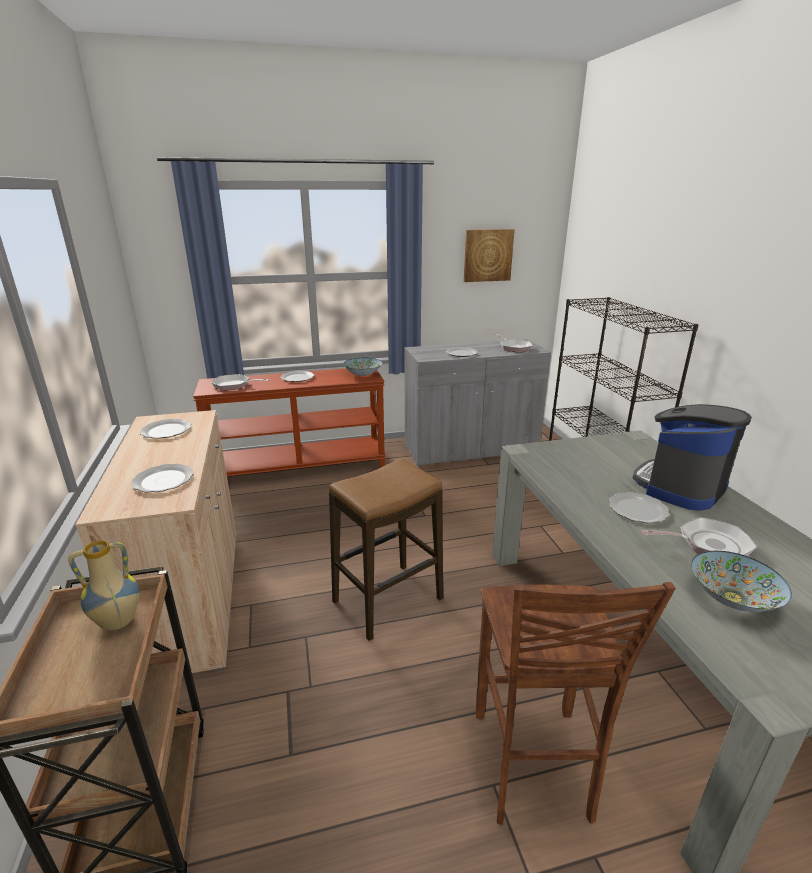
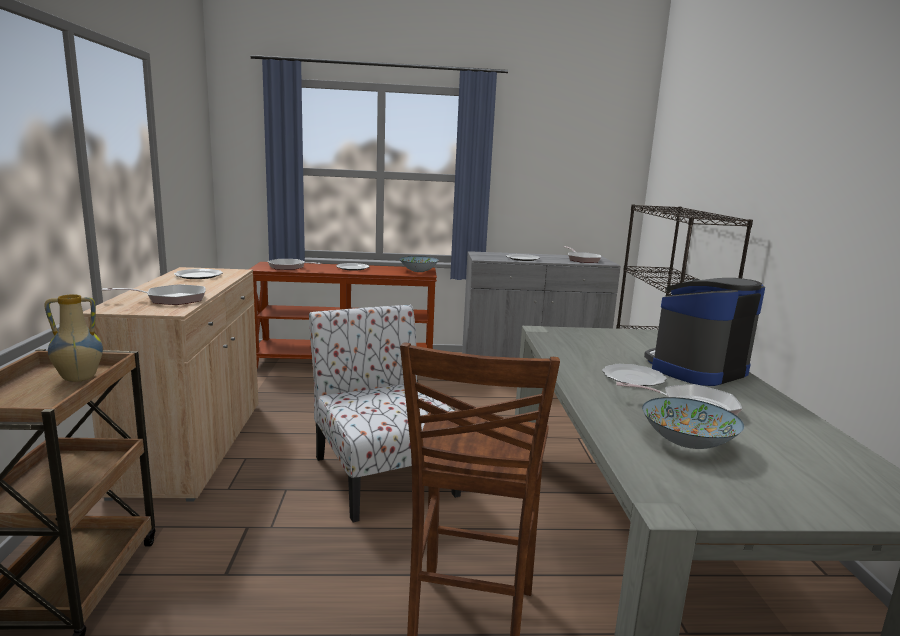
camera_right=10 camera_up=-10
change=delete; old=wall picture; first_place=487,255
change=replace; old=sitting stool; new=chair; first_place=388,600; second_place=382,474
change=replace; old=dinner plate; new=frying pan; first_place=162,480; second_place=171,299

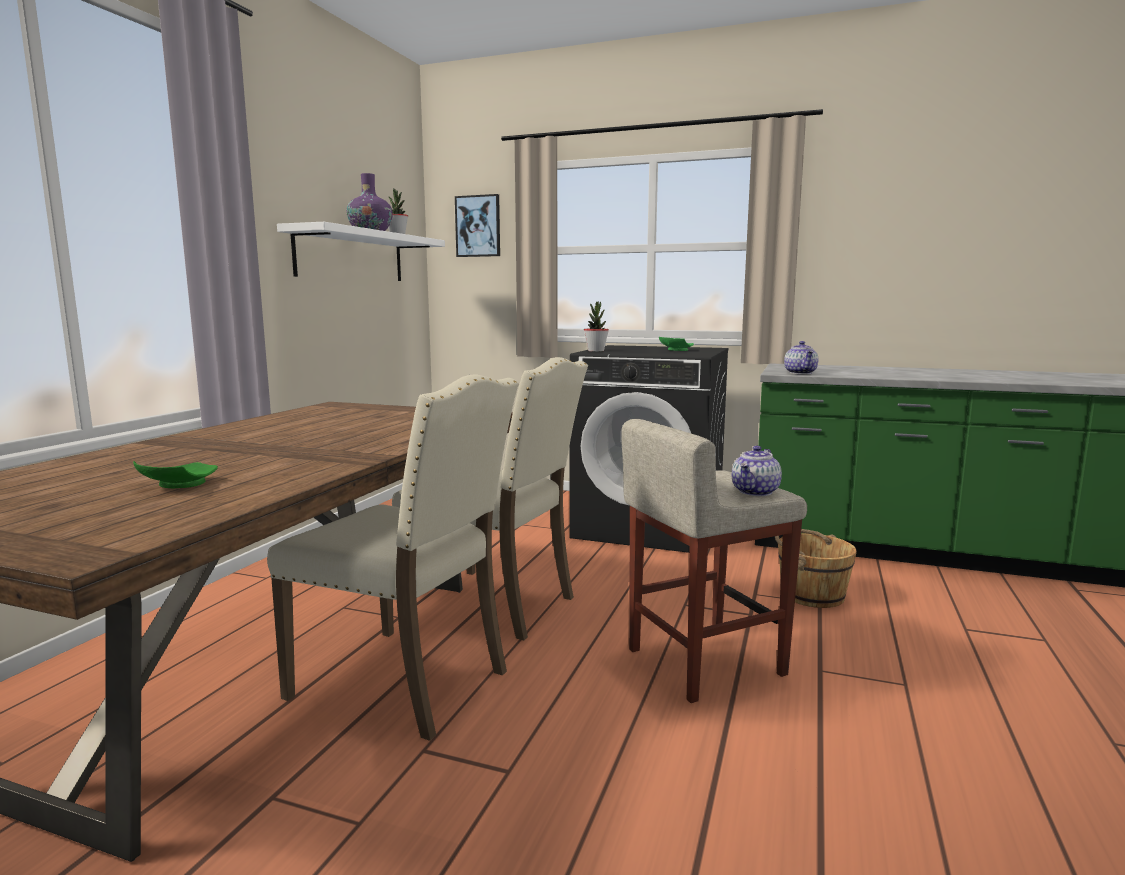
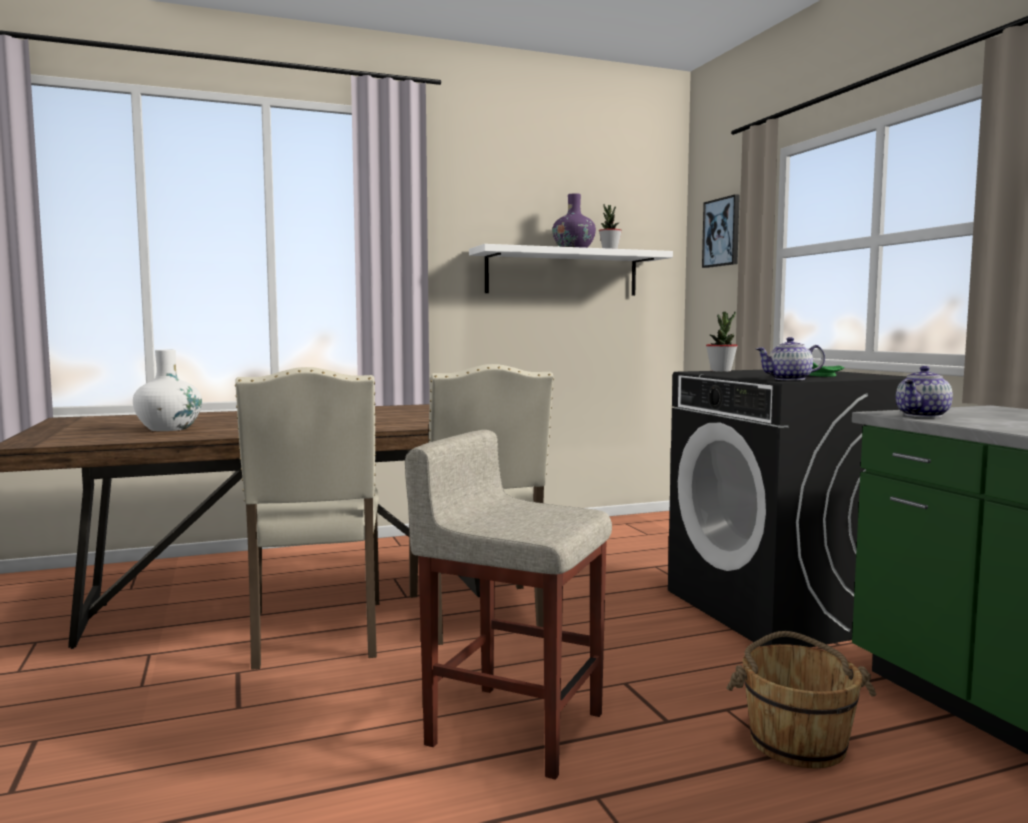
camera_right=50 camera_up=-5
change=move; old=tea pot; first_place=756,492; second_place=789,379
change=replace; old=greenish dinner plate; new=white-coloured vase; first_place=177,485; second_place=169,429

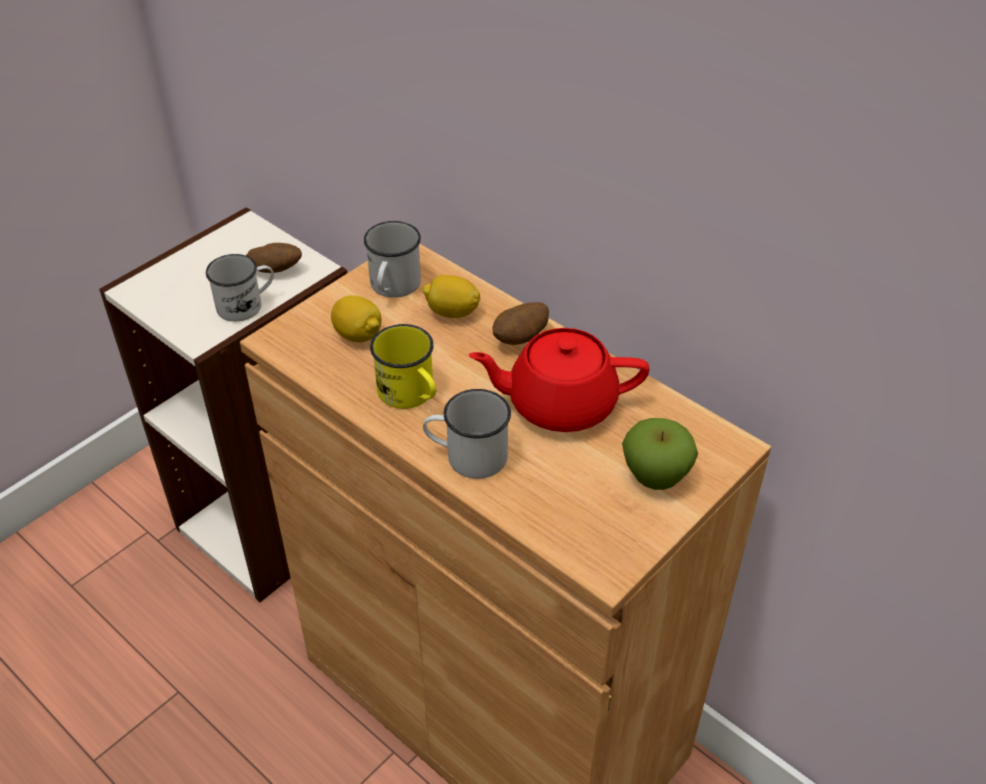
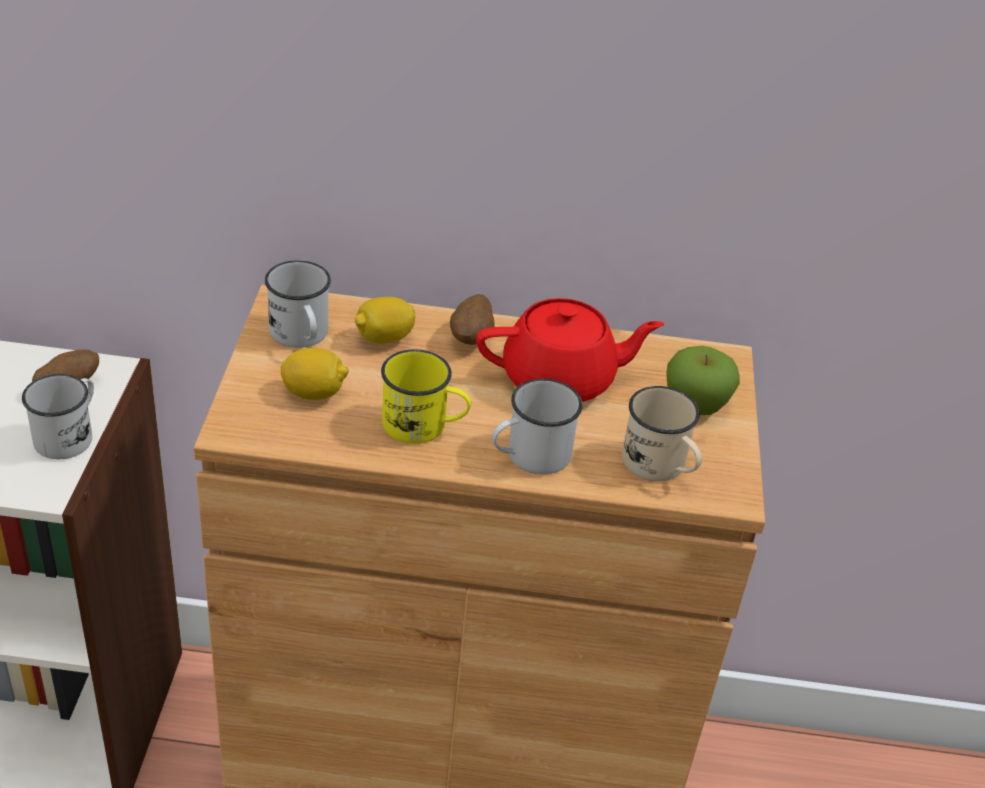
camera_right=-40 camera_up=-5
change=rotate; old=reddish tea pot; first_place=559,403; second_place=560,380; degrees=-150
change=insert; new=beige coffee mug; second_place=660,467

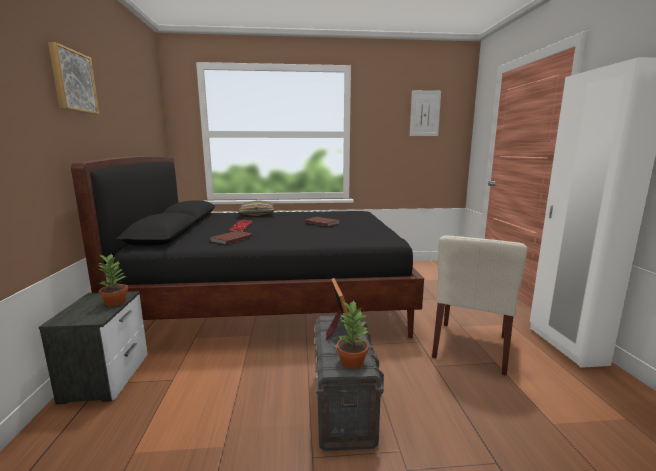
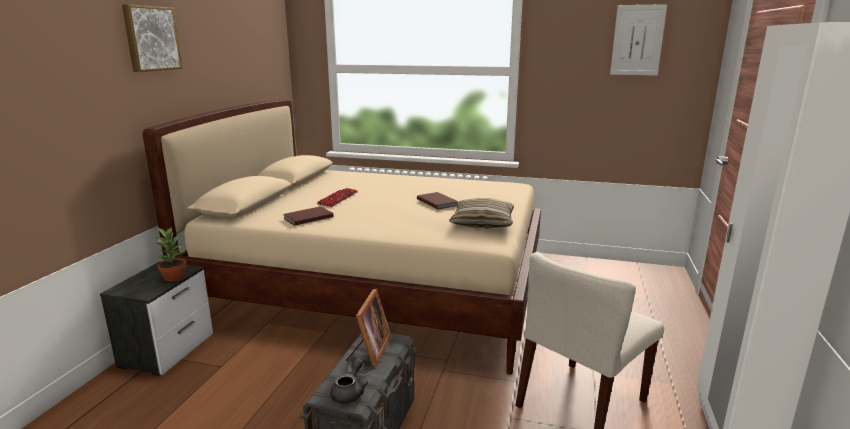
camera_right=20 camera_up=5
change=recolor; old=blackish bed; new=beige bed; first_place=273,300; second_place=377,290
change=move; old=pillow; first_place=257,214; second_place=482,223
change=replace; old=houseplant; new=gray tea pot; first_place=351,362; second_place=349,392

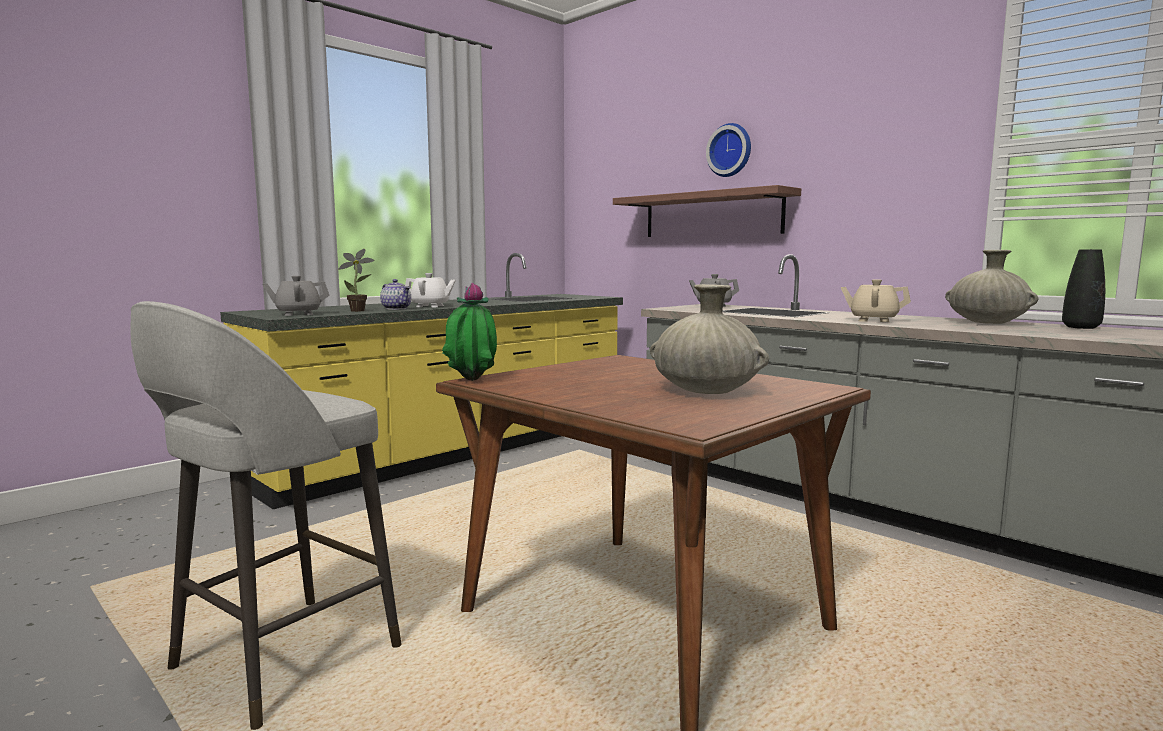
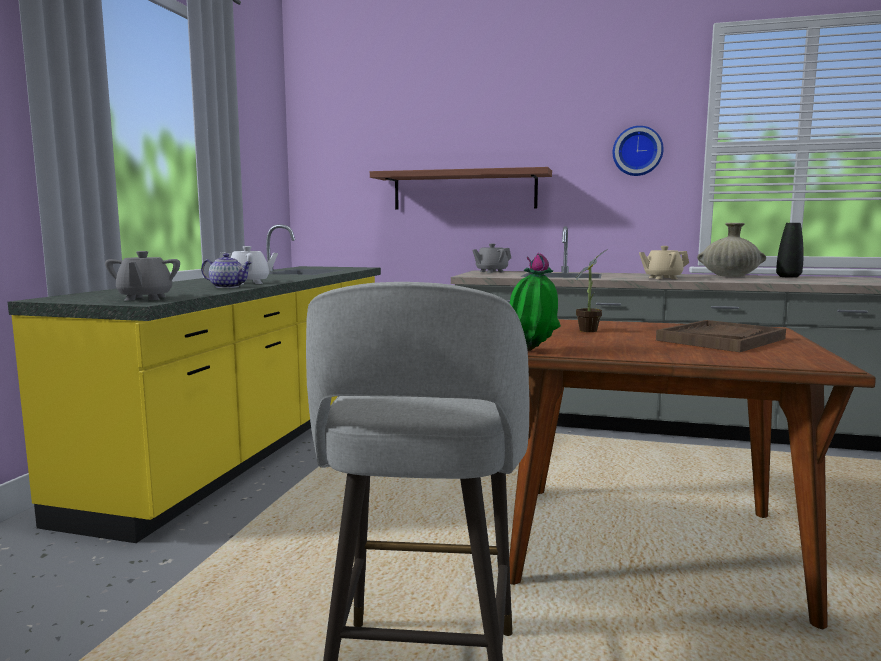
camera_right=-30 camera_up=0
change=move; old=wall clock; first_place=730,150; second_place=637,151
change=move; old=houseplant; first_place=360,311; second_place=589,330
change=rotate; old=gray tea pot; first_place=298,314; second_place=145,298; degrees=-45
change=replace; old=beige vase; new=brownish serving tray; first_place=706,391; second_place=720,339

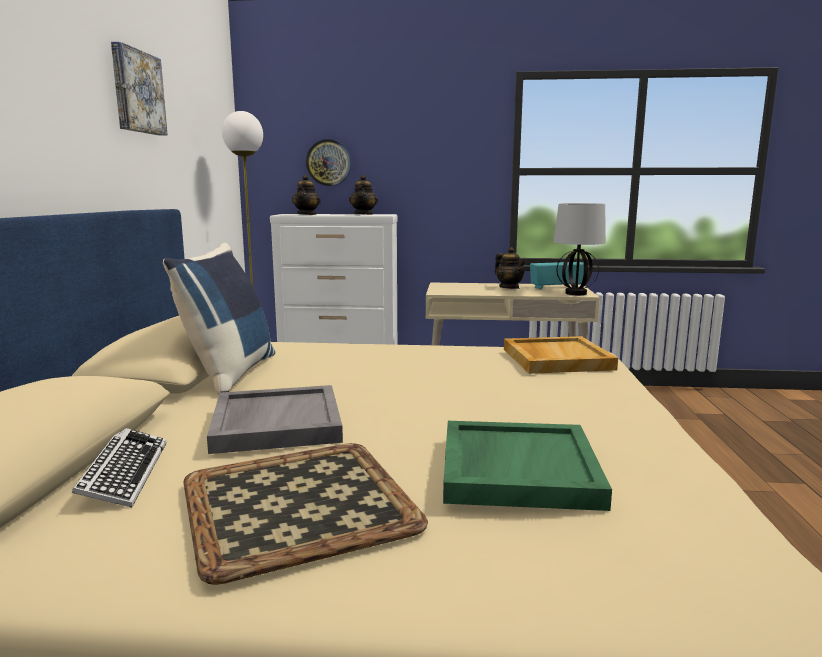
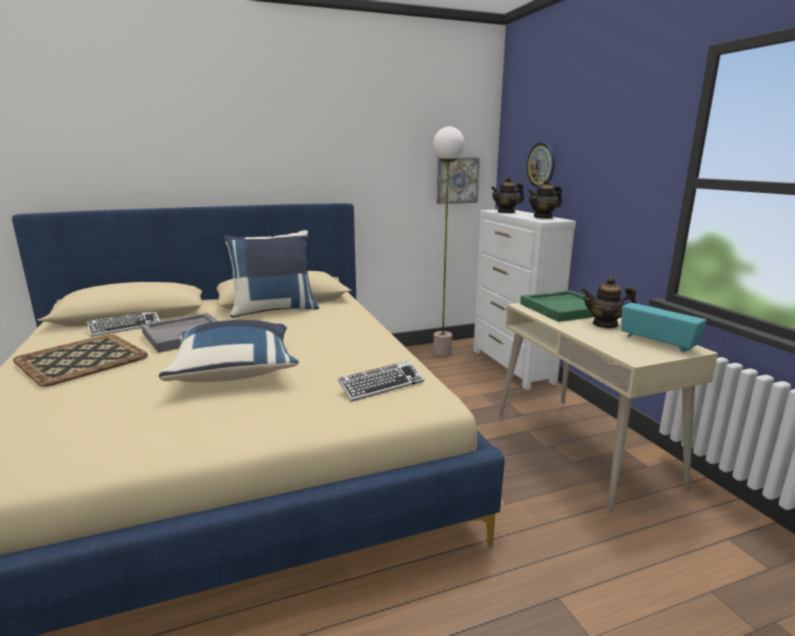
camera_right=65 camera_up=5
change=move; old=wall picture; first_place=136,92; second_place=456,180
change=delete; old=table lamp; first_place=576,293
change=rotate; old=tea pot; first_place=509,287; second_place=605,324; degrees=75
change=replace; old=beige serving tray; new=PC keyboard; first_place=555,359; second_place=381,385
change=move; old=greenish serving tray; first_place=516,468; second_place=564,308
change=insert; new=bluish pillow; second_place=236,371

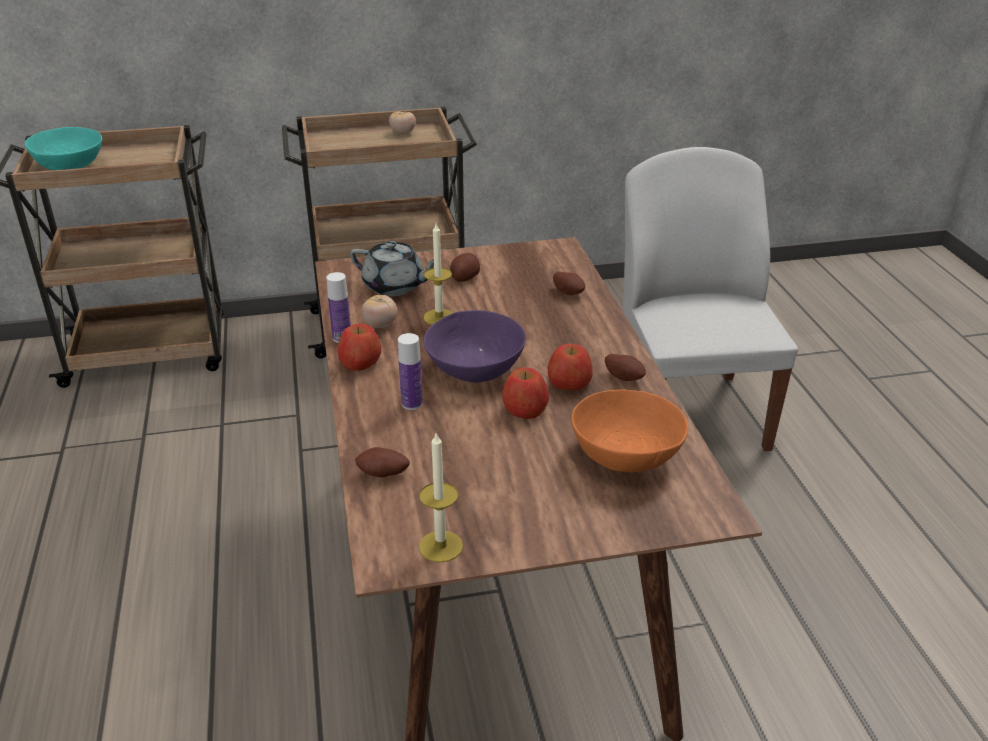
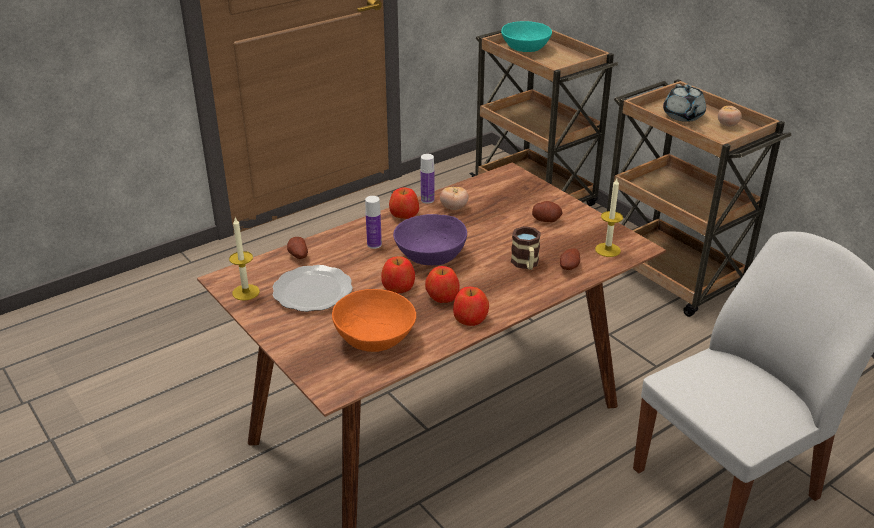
camera_right=65 camera_up=0
change=move; old=wax light; first_place=439,317; second_place=607,250
change=move; old=gray tea pot; first_place=395,286; second_place=683,116
change=replace; old=potato; new=apple; first_place=624,377; second_place=470,318
change=insert; new=coffee mug; second_place=526,264
change=insert; new=dinner plate; second_place=311,291

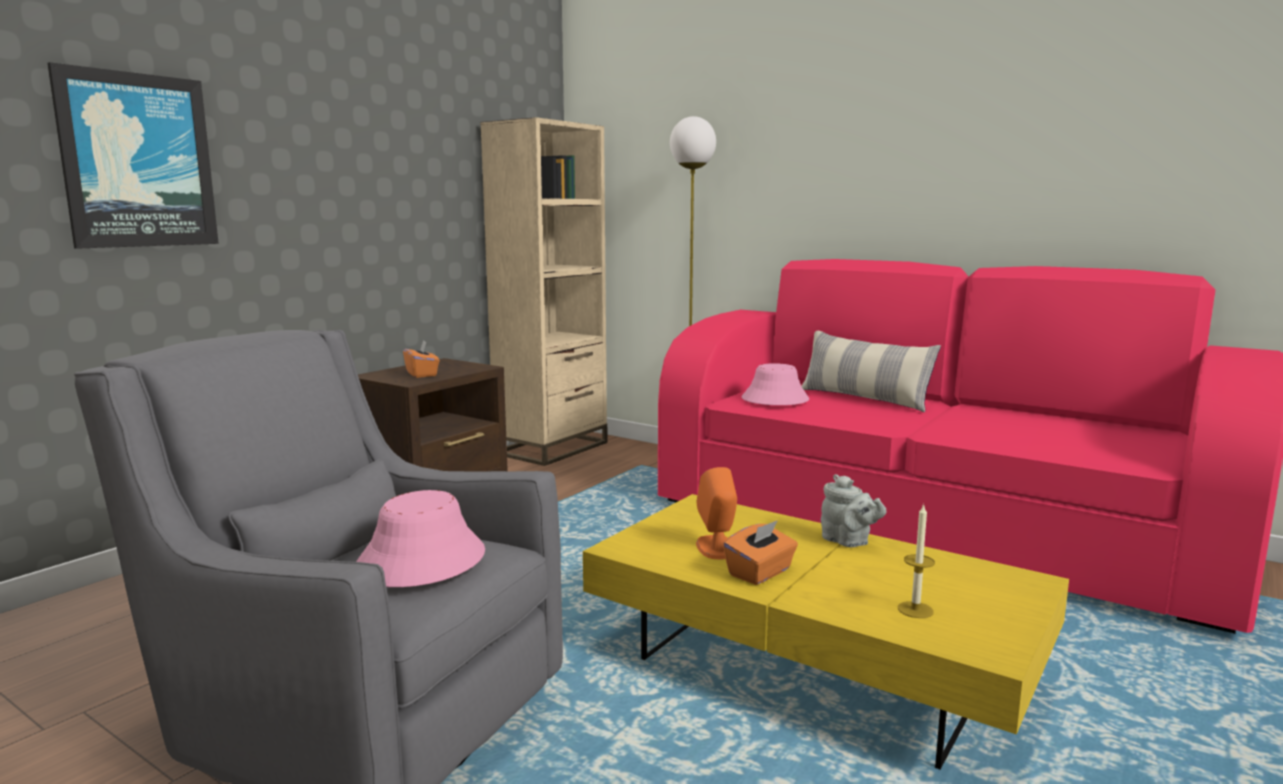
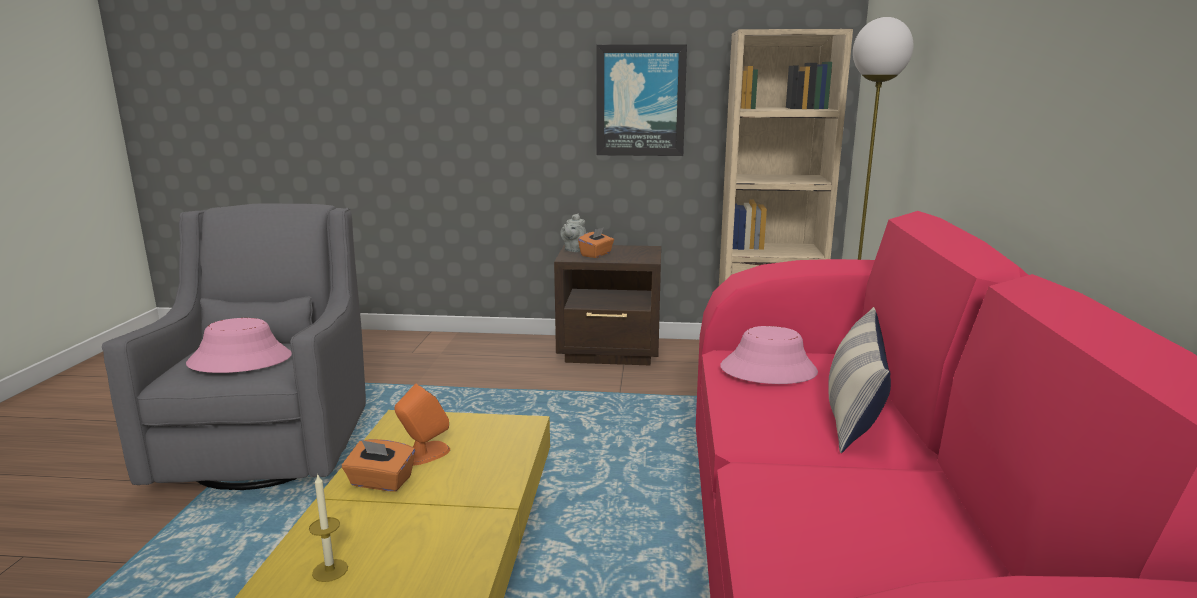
camera_right=60 camera_up=5
change=move; old=wall picture; first_place=137,161; second_place=640,101
change=move; old=gray tea pot; first_place=848,541; second_place=573,250

